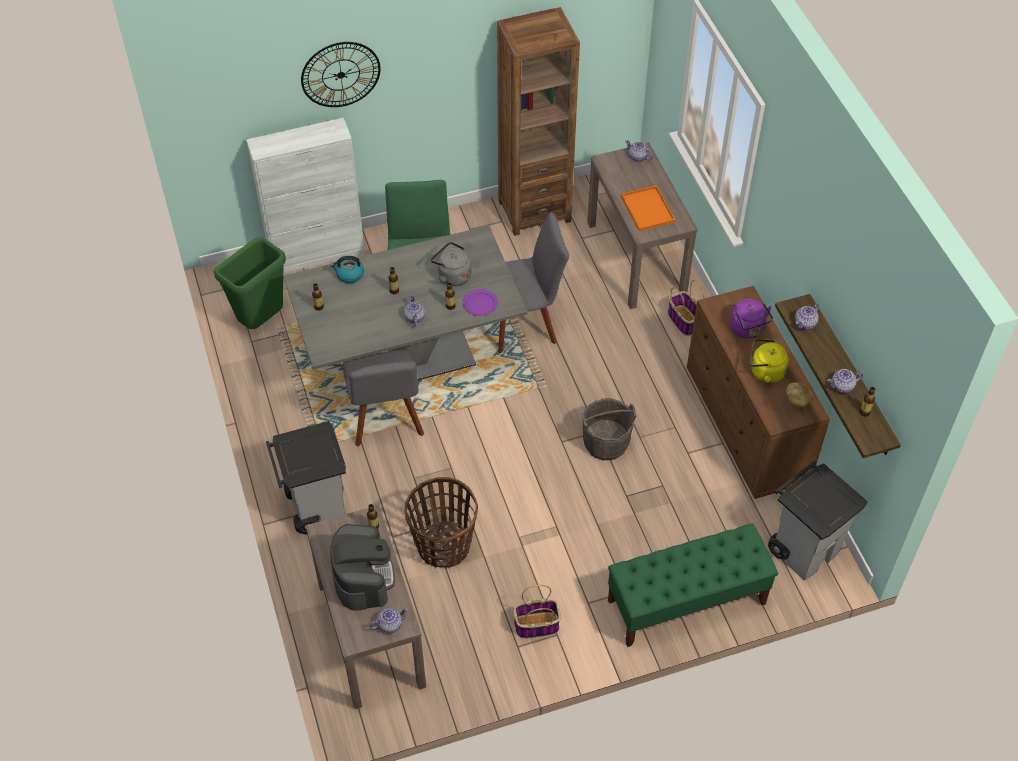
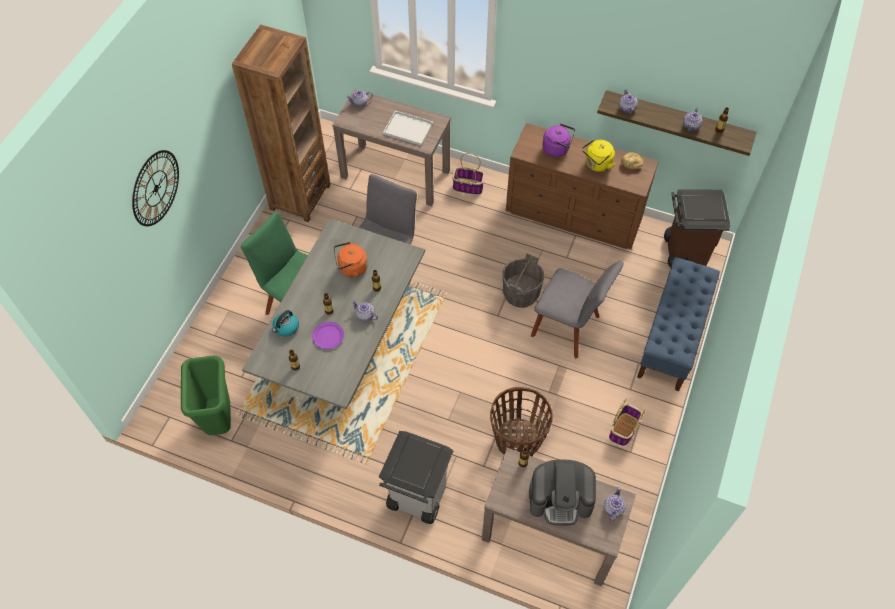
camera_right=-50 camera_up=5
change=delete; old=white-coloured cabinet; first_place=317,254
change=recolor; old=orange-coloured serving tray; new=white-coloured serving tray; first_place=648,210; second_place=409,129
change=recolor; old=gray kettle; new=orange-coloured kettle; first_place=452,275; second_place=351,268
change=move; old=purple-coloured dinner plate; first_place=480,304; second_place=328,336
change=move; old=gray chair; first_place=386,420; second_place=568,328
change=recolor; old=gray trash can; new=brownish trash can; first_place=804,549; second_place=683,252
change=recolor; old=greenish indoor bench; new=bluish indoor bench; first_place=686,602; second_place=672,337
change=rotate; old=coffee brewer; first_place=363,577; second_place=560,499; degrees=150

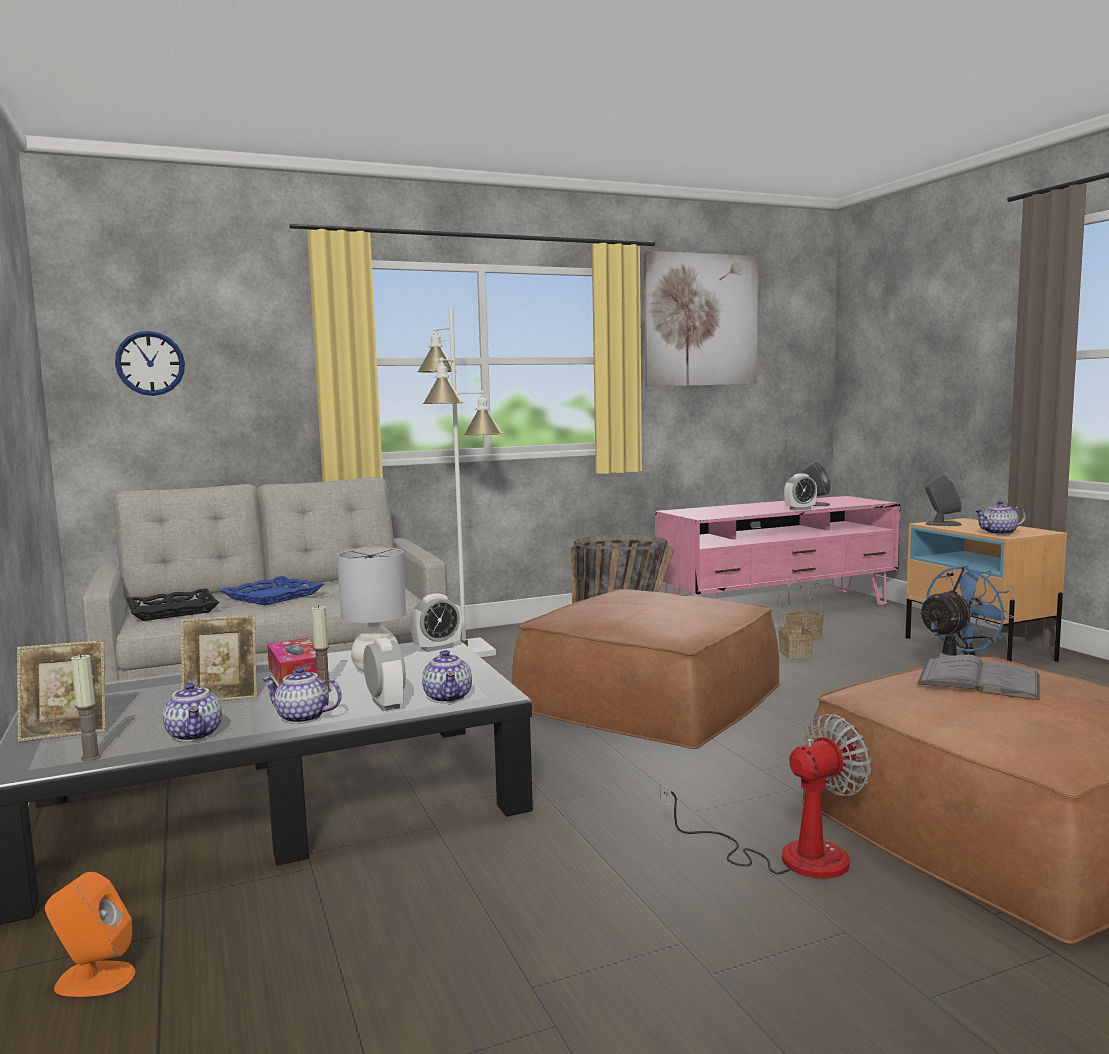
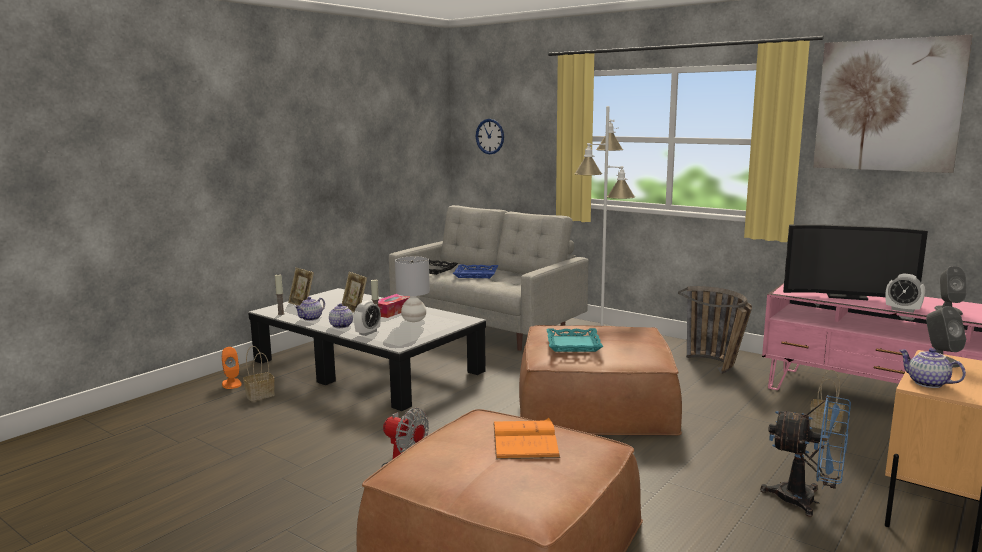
camera_right=60 camera_up=5
change=delete; old=table clock; first_place=437,648
change=move; old=storage basket; first_place=793,653; second_place=260,395
change=delete; old=tea pot; first_place=449,697
change=recolor; old=gray bound book; new=orange-coloured bound book; first_place=979,680; second_place=525,439
change=insert; new=TV; second_place=846,296
change=insert; new=blue-green serving tray; second_place=574,344

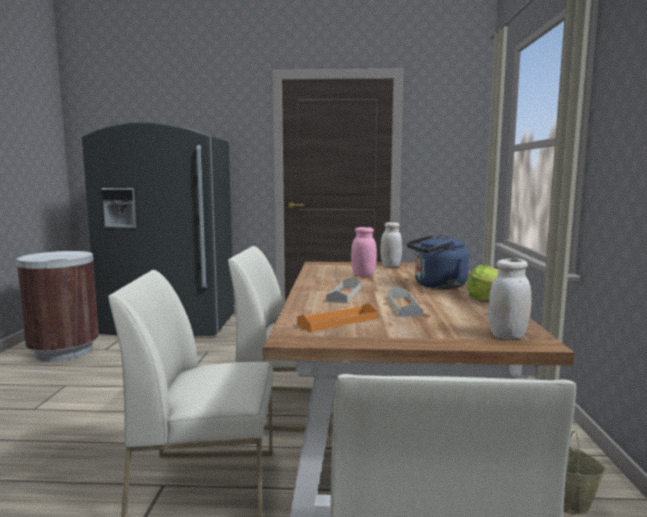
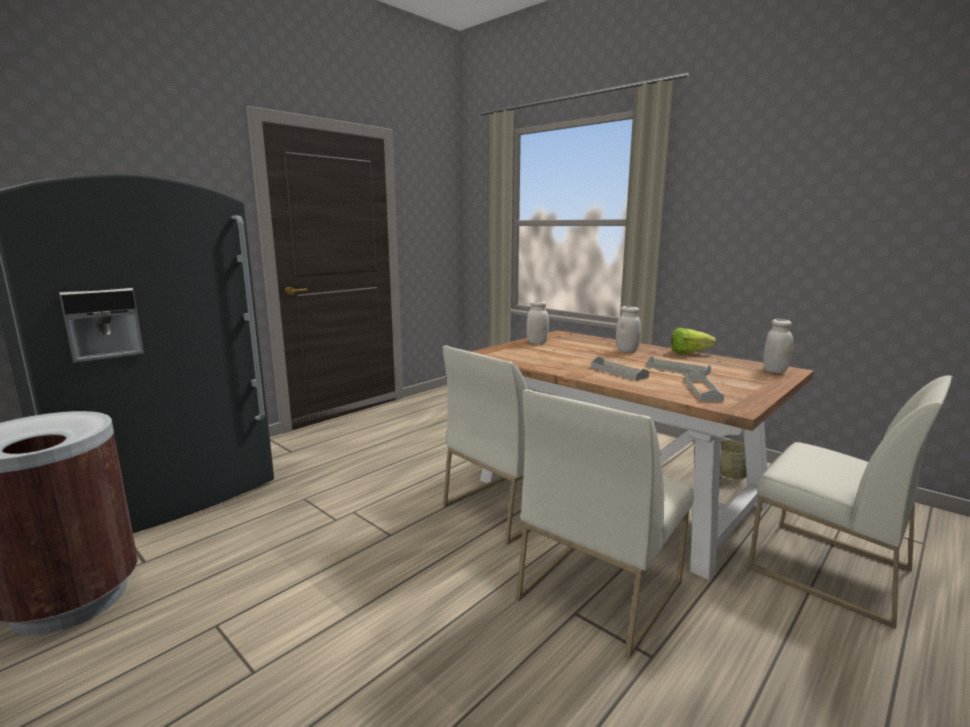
camera_right=-50 camera_up=5
change=delete; old=pink-coloured storage jar; first_place=363,275
change=replace; old=bluish kettle; new=white-coloured storage jar; first_place=437,286; second_place=627,351
change=recolor; old=orange-coloured serving tray; new=gray serving tray; first_place=337,321; second_place=702,390

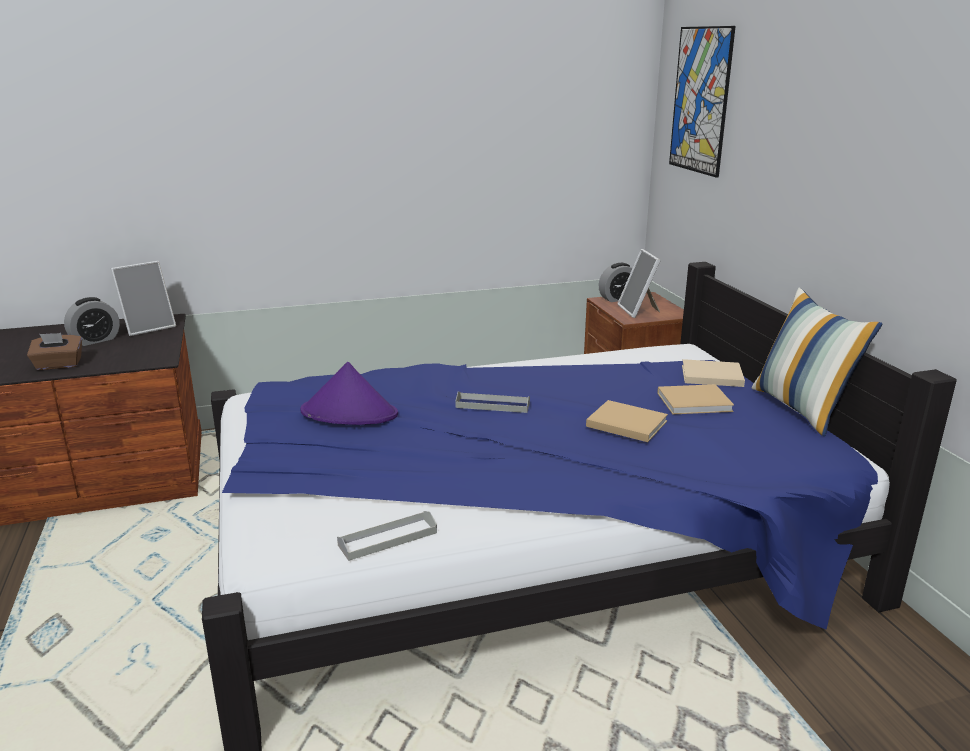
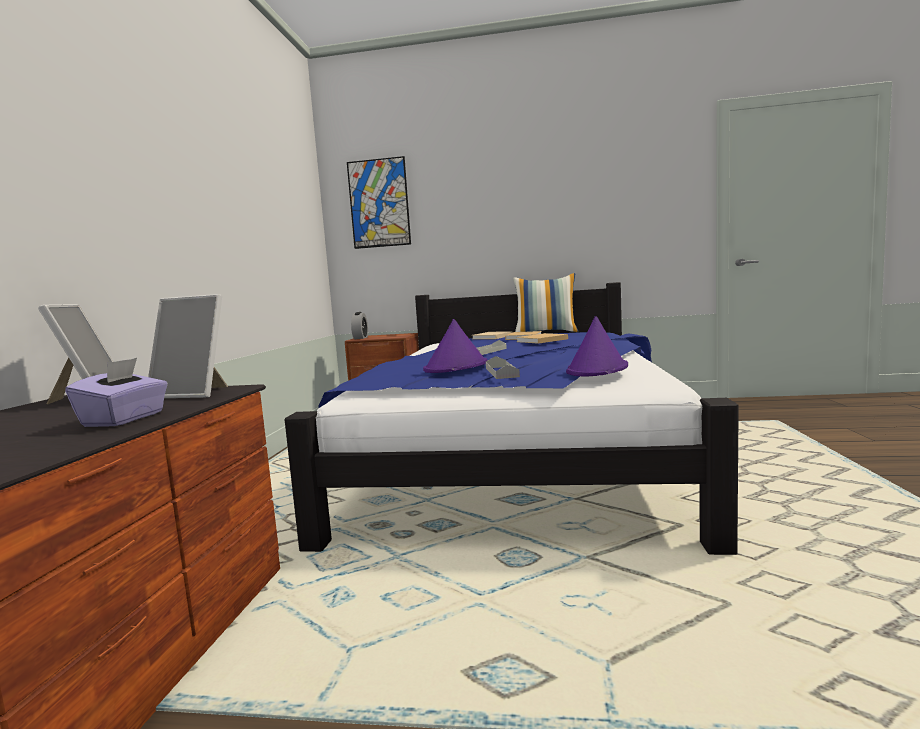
camera_right=-65 camera_up=-15
change=move; old=picture frame; first_place=639,311; second_place=195,393
change=delete; old=table clock; first_place=95,340
change=recolor; old=brownish box of tissues; new=purple-coloured box of tissues; first_place=59,365; second_place=125,419
change=move; old=gray serving tray; first_place=388,539; second_place=501,372
change=insert; new=purple-coloured wearable hat; second_place=597,370

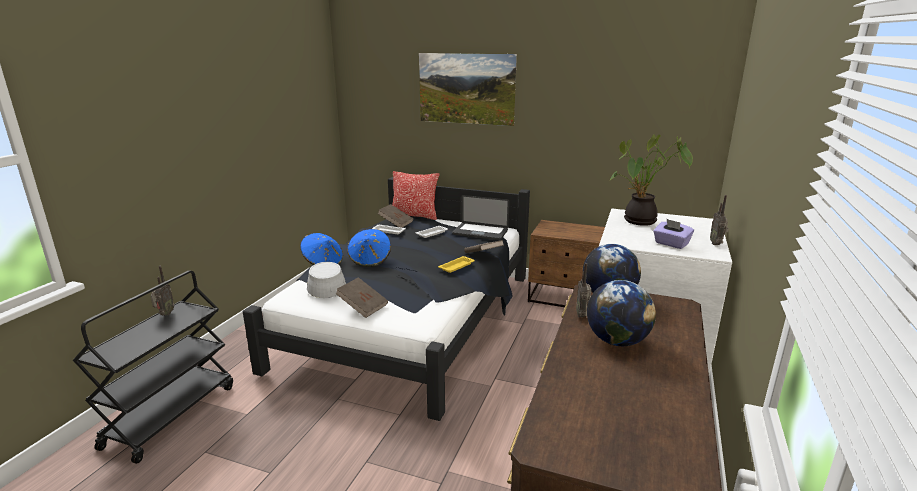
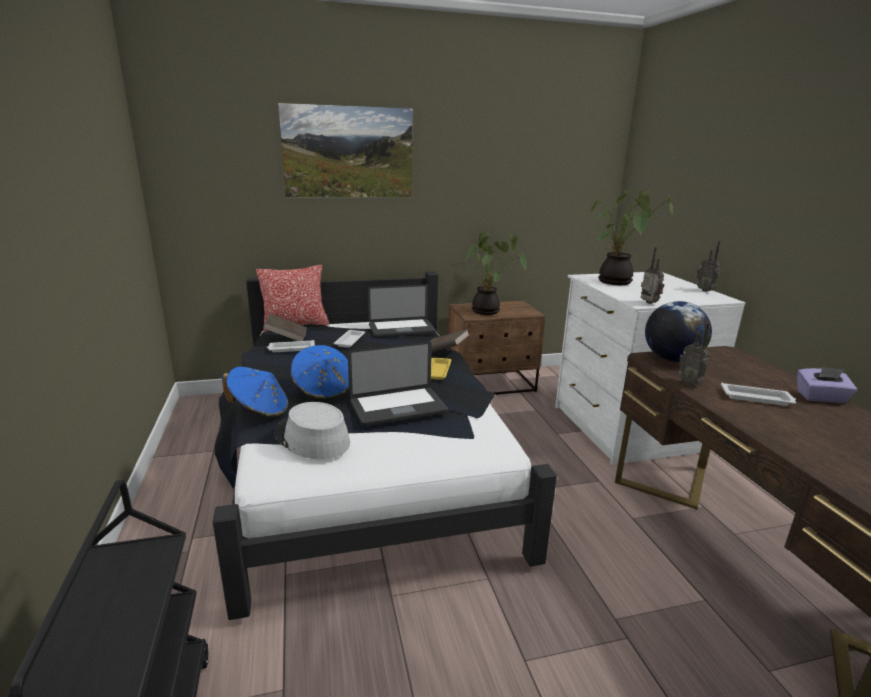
camera_right=-35 camera_up=0
change=move; old=purple-coloured box of tissues; first_place=671,244; second_place=821,398
change=move; old=radio; first_place=165,314; second_place=648,303
change=delete; old=brownish bound book; first_place=363,307
change=replace; old=world globe; new=white-coloured serving tray; first_place=617,341; second_place=757,398
change=insert; new=houseplant; second_place=488,311
change=insert; new=laptop; second_place=398,408

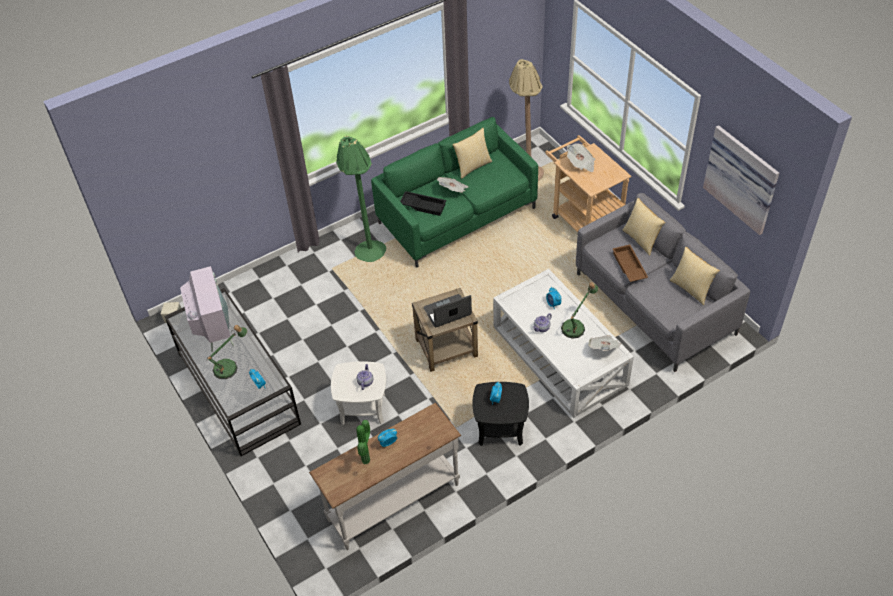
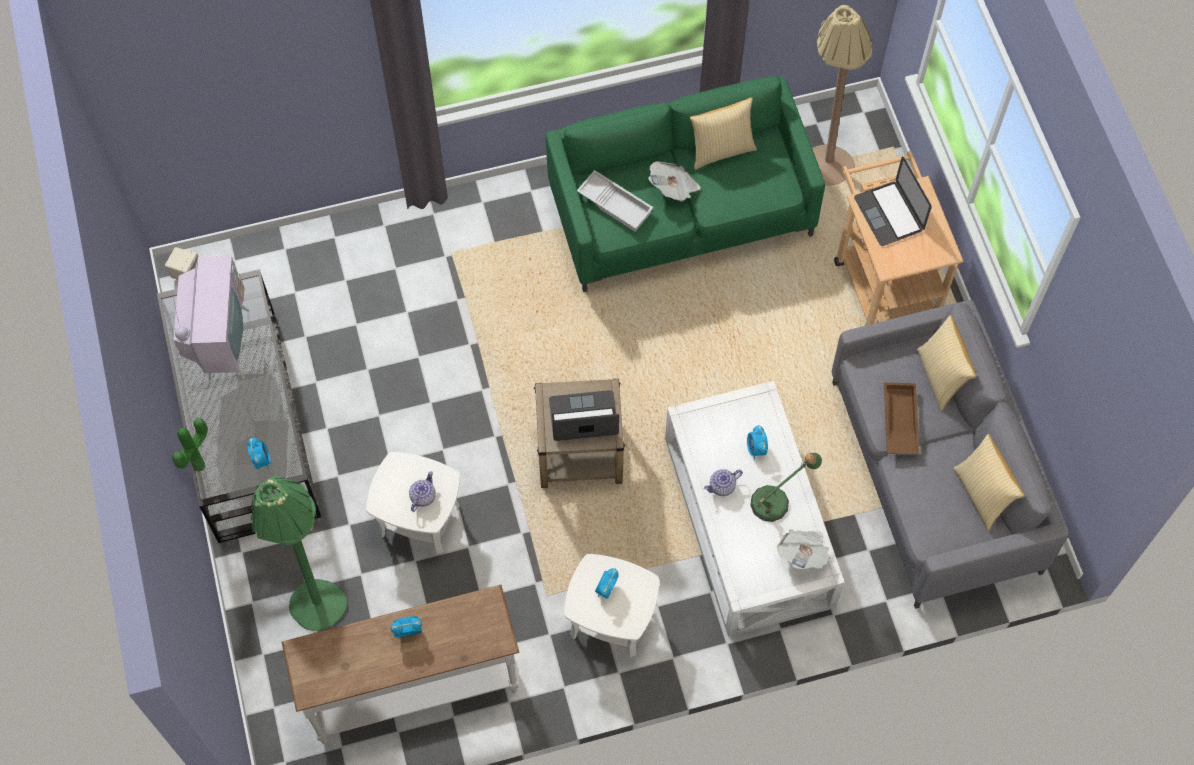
camera_right=15 camera_up=15
change=delete; old=wall picture; first_place=743,178
change=move; old=greenish floor lamp; first_place=367,246; second_place=315,592
change=replace; old=printed paper; new=laptop; first_place=581,164; second_place=889,213
change=recolor; old=blackish serving tray; new=white-coloured serving tray; first_place=423,205; second_place=616,203
change=delete; old=table lamp; first_place=229,367
change=recolor; old=blackish side table; new=white-coloured side table; first_place=500,429; second_place=611,620
change=move; old=houseplant; first_place=367,460; second_place=201,466

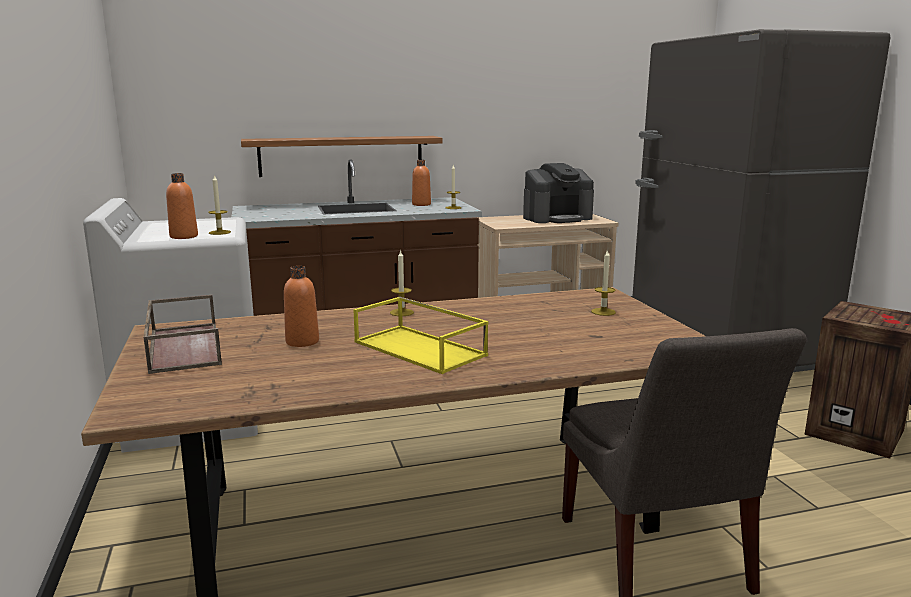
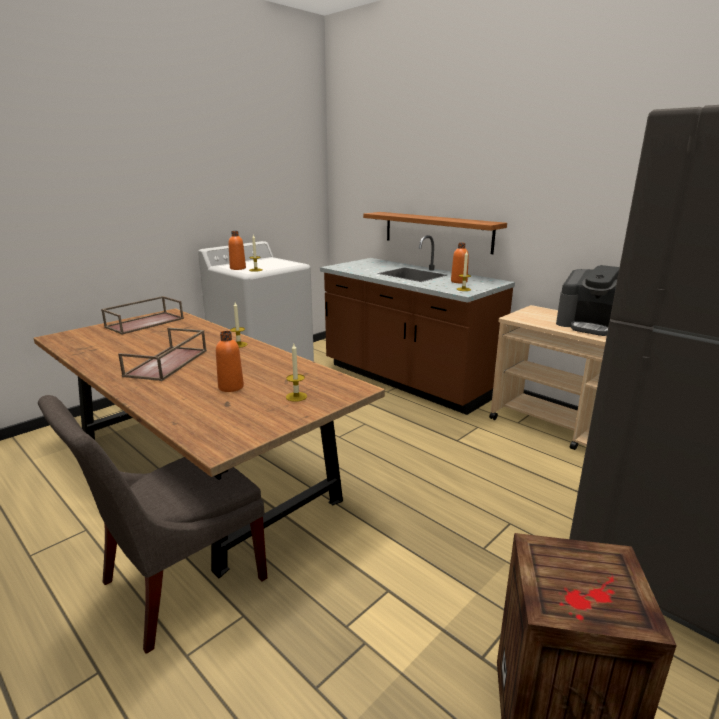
camera_right=60 camera_up=5
change=move; old=orange-coloured drink bottle; first_place=302,342; second_place=231,387
change=recolor; old=yellow-coloured serving tray; new=brownish serving tray; first_place=421,348; second_place=167,363

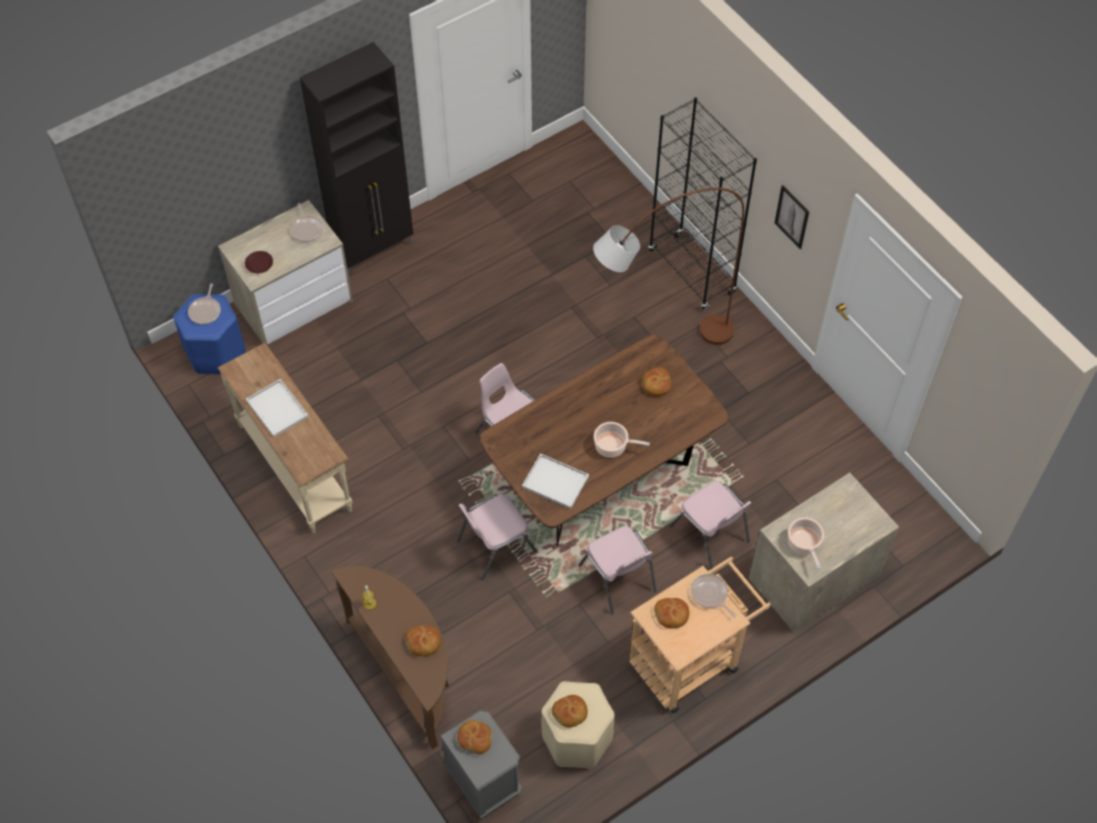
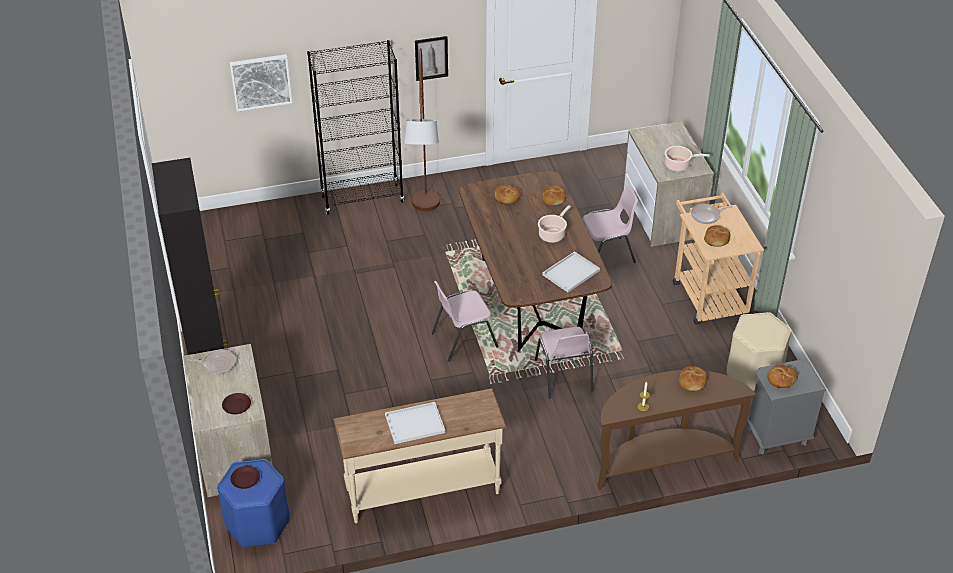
camera_right=-70 camera_up=-15
change=replace; old=frying pan; new=brownish dinner plate; first_place=205,311; second_place=245,479
change=delete; old=pink-coloured chair; first_place=618,579
change=move; old=bread; first_place=570,713; second_place=554,199
change=insert; new=wall picture; second_place=261,82

